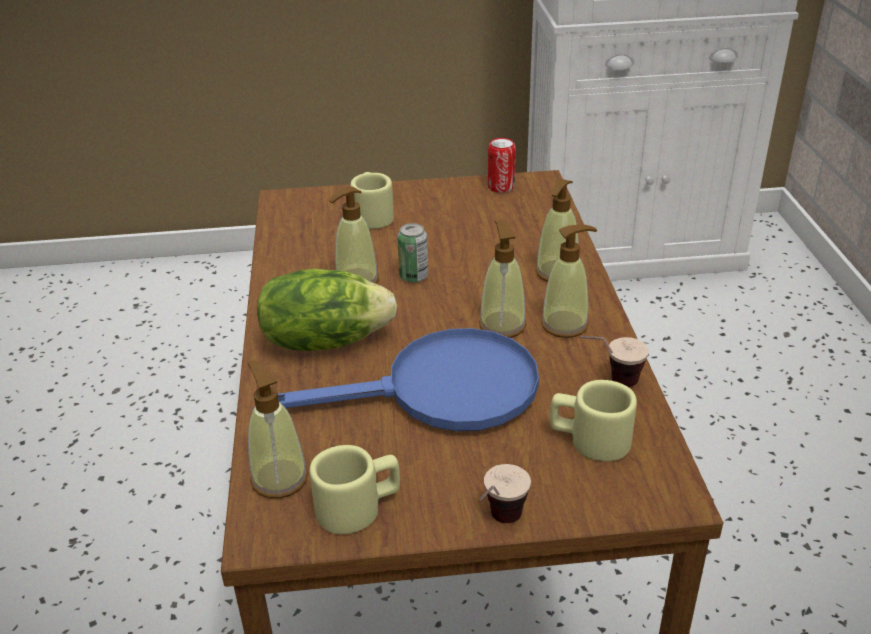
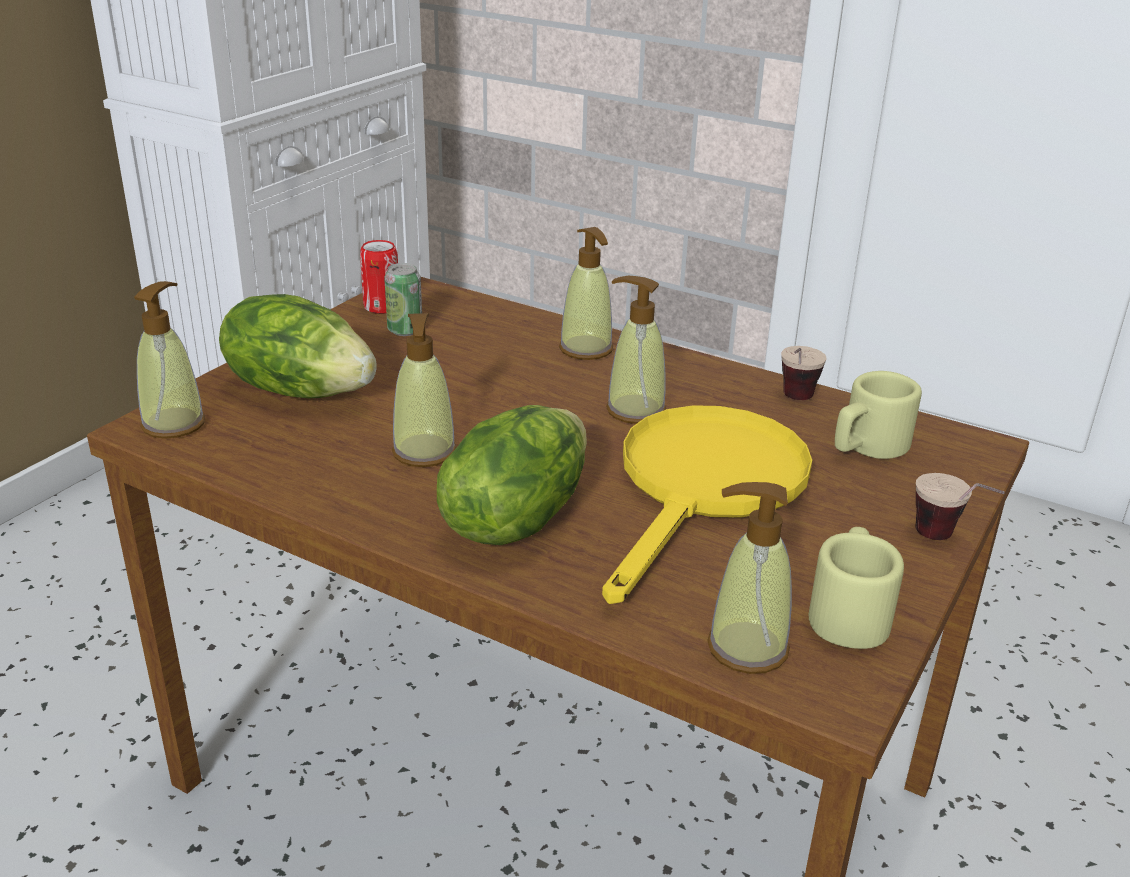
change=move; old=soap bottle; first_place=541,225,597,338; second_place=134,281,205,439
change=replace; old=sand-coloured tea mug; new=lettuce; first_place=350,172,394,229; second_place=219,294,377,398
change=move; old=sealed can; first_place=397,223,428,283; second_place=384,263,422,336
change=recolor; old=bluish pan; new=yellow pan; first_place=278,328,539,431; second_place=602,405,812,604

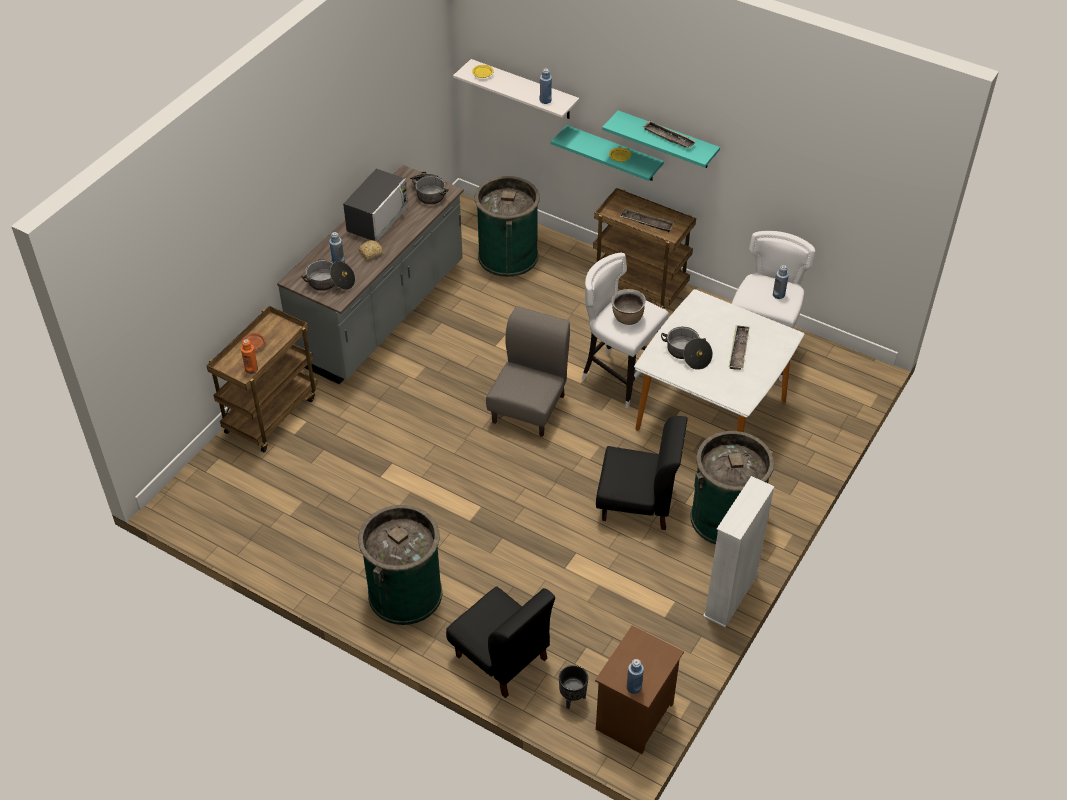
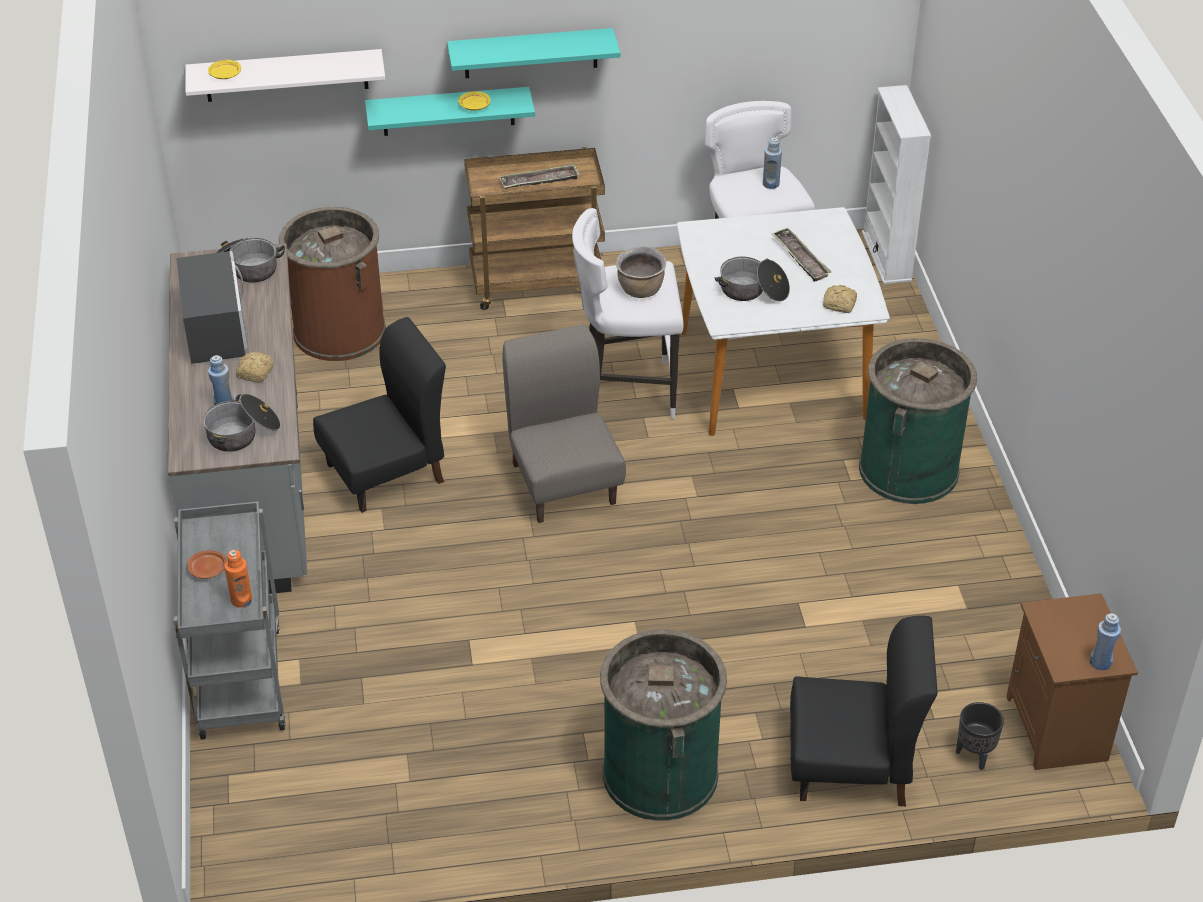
change=recolor; old=brown-coloured wheeled cart; new=grey wheeled cart; first_place=206,306,318,452; second_place=174,501,286,740
change=recolor; old=greenish trash can; new=brown-coloured trash can; first_place=475,176,540,277; second_place=279,207,386,361
change=move; old=black-coloured plain chair; first_place=596,416,688,530; second_place=313,317,446,513
change=insert; new=bakery bread; second_place=823,285,857,313
change=move; old=whitish bookshelf; first_place=703,476,775,627; second_place=862,85,931,284
change=delete; old=bluish bottle; first_place=540,68,552,104
change=delete; old=carrying tray; first_place=642,121,696,148

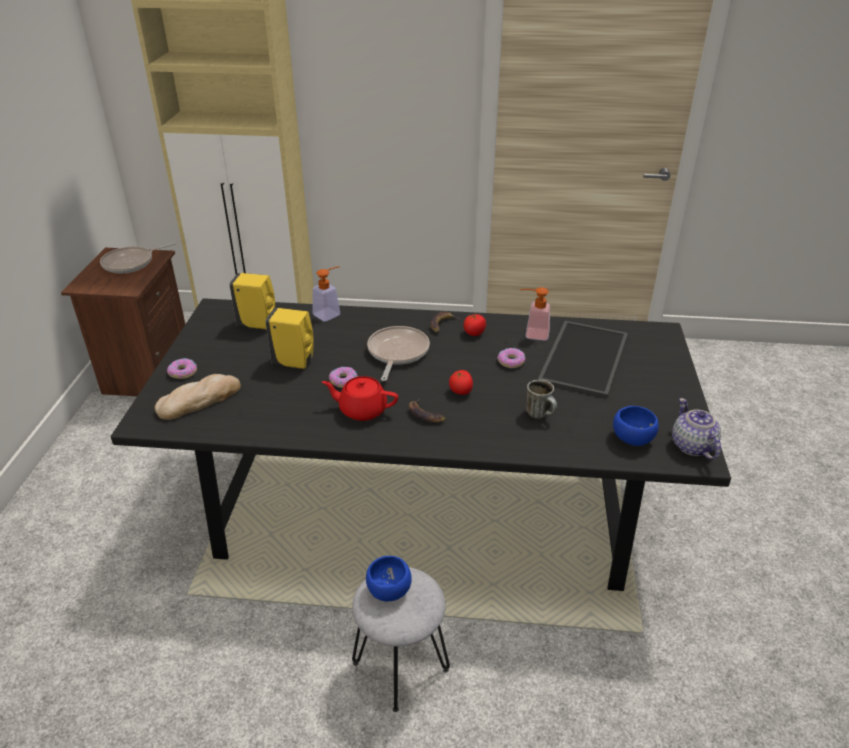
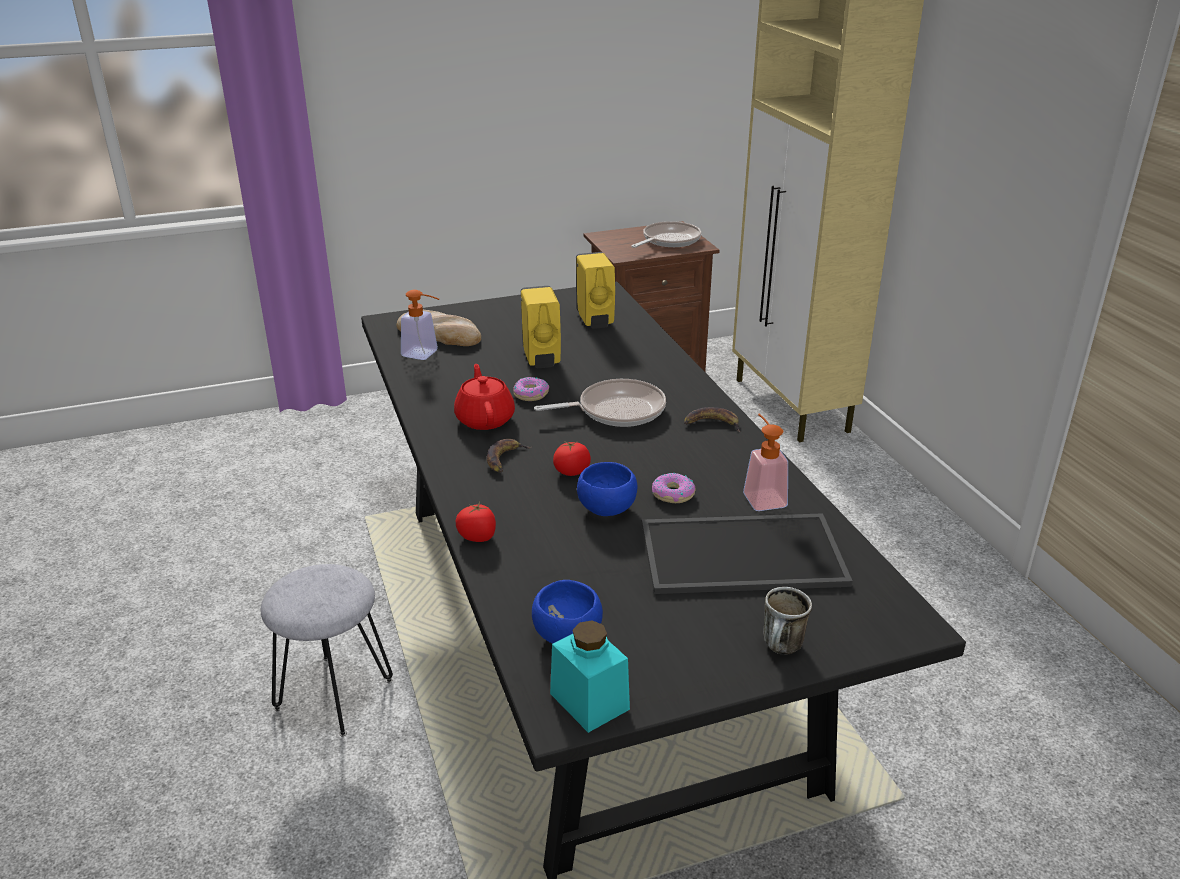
change=move; old=soap bottle; first_place=312,266,340,322; second_place=401,290,439,360
change=move; old=whole tomato; first_place=464,314,486,336; second_place=456,502,496,542
change=replace; old=pot for tea; new=turquoise-coloured preserve jar; first_place=672,398,721,460; second_place=550,620,630,733
change=move; old=bluish deep dish; first_place=366,556,412,602; second_place=577,462,637,516
change=rotate; old=pan; first_place=100,242,176,273; second_place=631,221,701,248; degrees=105
change=move; old=tea mug; first_place=526,380,557,419; second_place=763,587,812,655
change=delete; old=donut; first_place=167,358,197,379

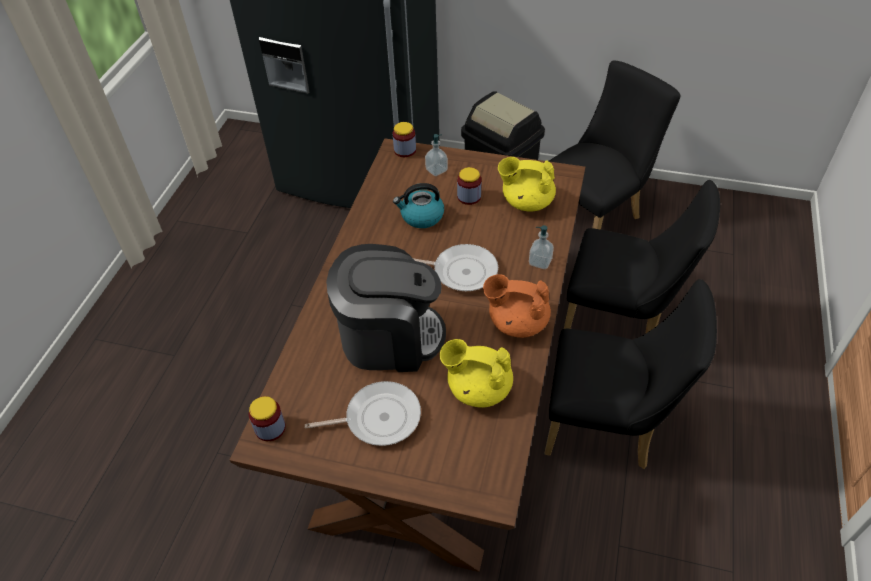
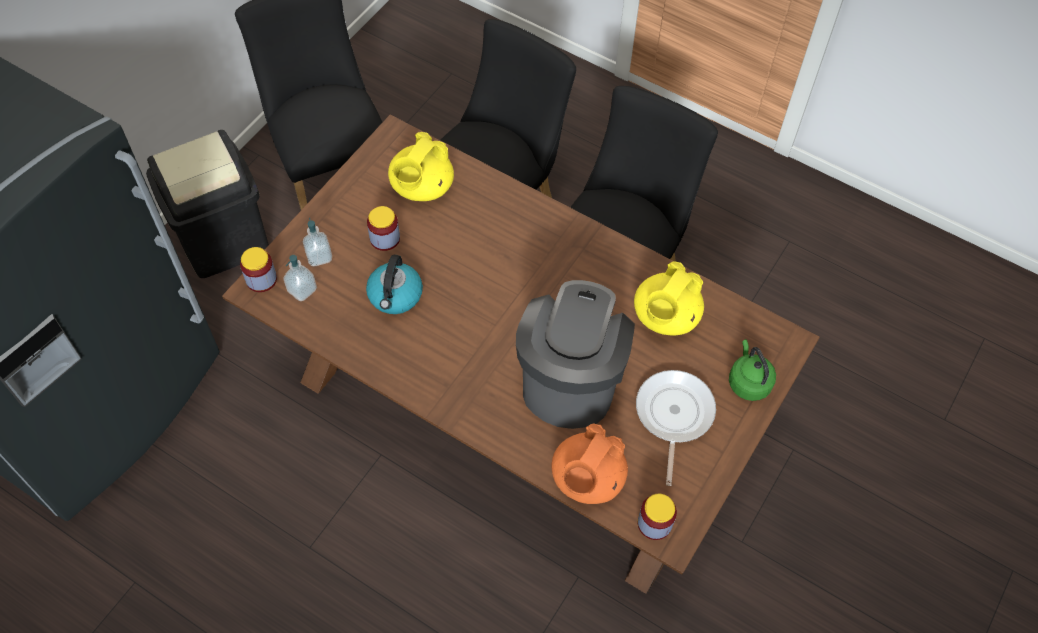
change=move; old=soap bottle; first_place=529,225,554,269; second_place=283,255,317,301
change=move; old=orange-coloured pot for tea; first_place=483,274,551,338; second_place=552,424,628,504
change=insert; new=greenish water kettle; second_place=729,339,776,401
change=delete; old=pan; first_place=413,244,498,291

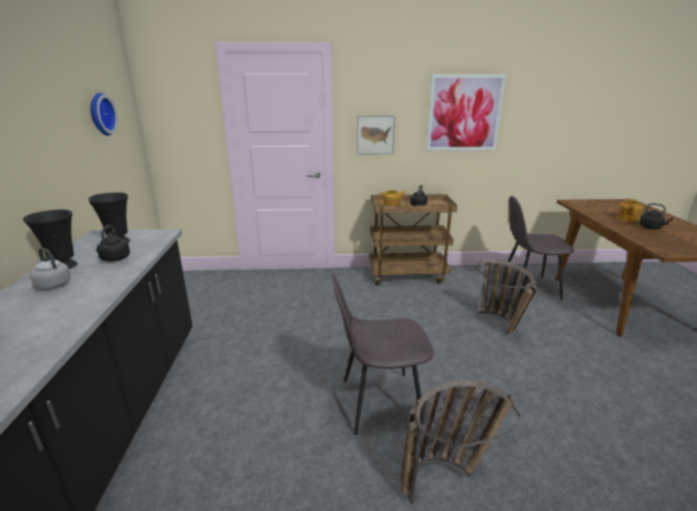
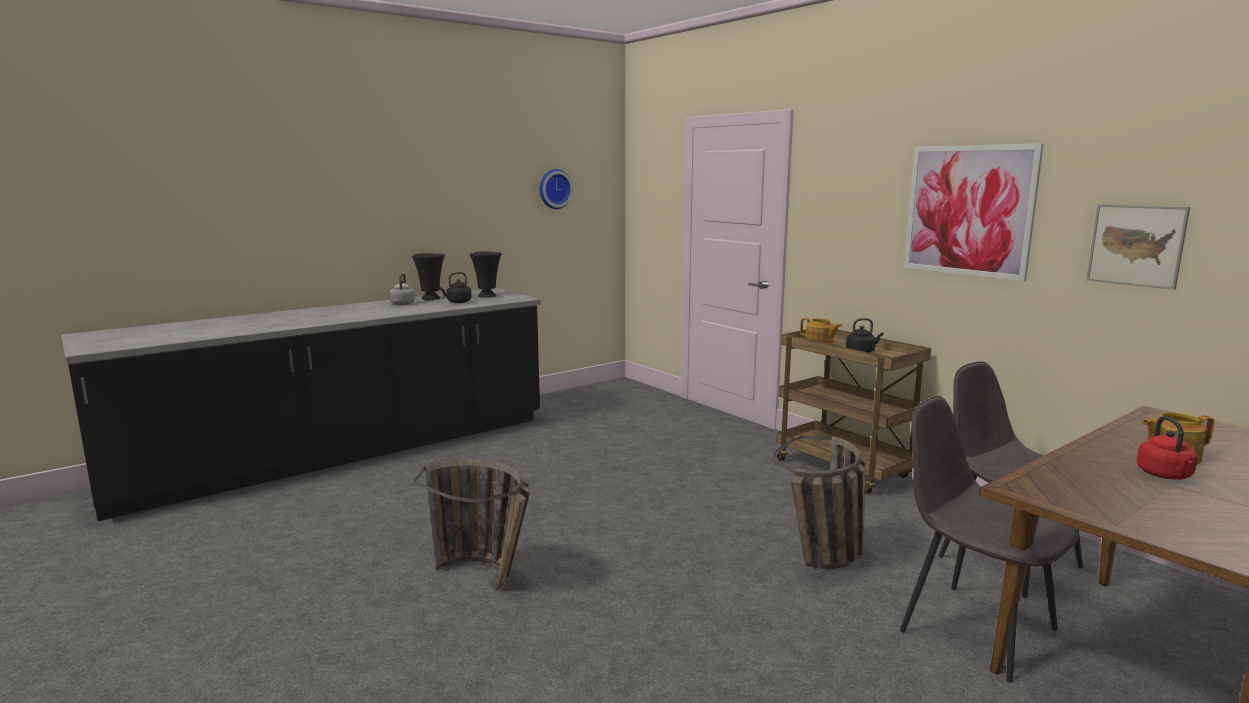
change=move; old=grey plain chair; first_place=331,273,434,435; second_place=900,396,1079,683
change=move; old=wall picture; first_place=357,116,395,155; second_place=1086,204,1190,290
change=recolor; old=black-coloured water kettle; new=red water kettle; first_place=639,203,674,229; second_place=1137,416,1197,480

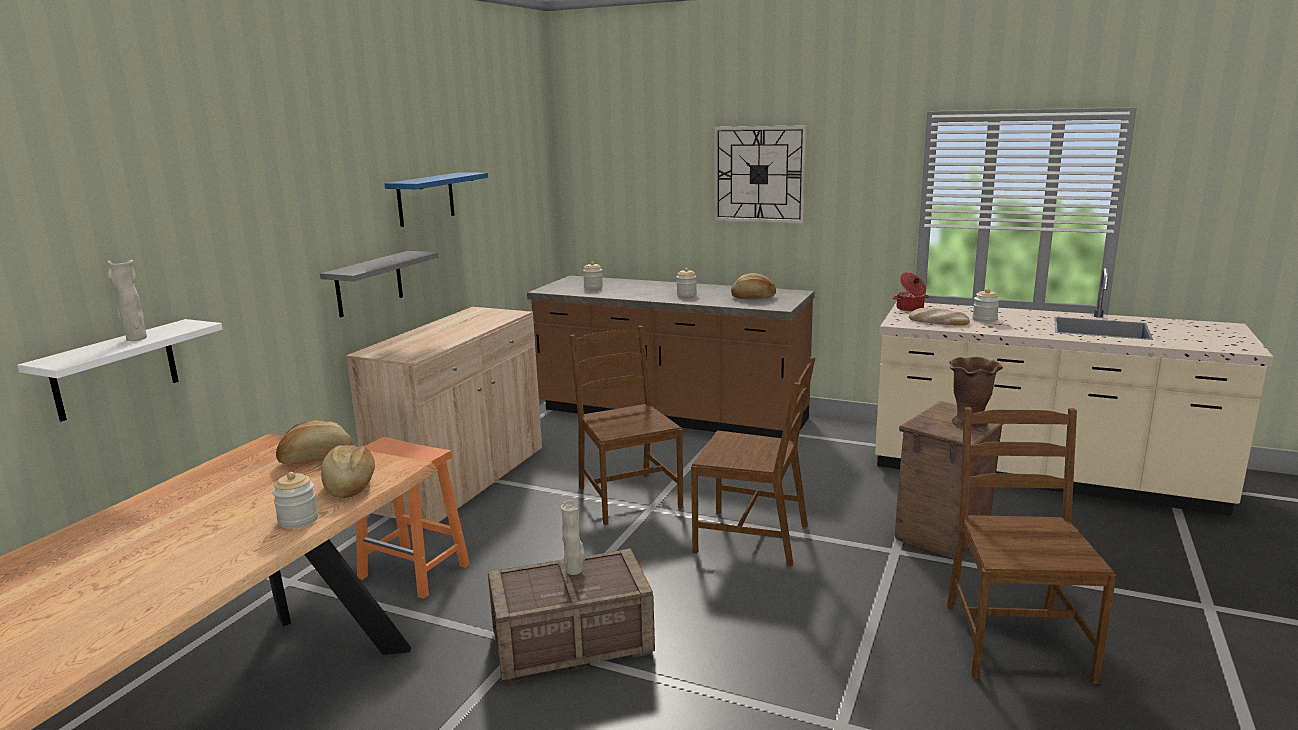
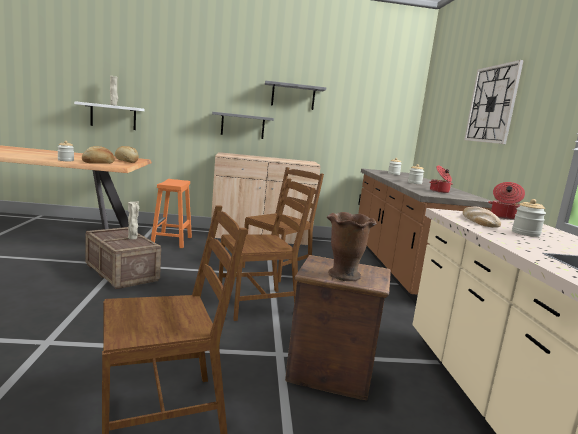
change=rotate; old=brown-coloured plain chair; first_place=691,357,816,567; second_place=219,178,316,321; degrees=-105
change=recolor; old=bluish bracket shelf; new=grey bracket shelf; first_place=384,172,488,227; second_place=265,80,326,110
change=replace; old=bakery bread; new=saucepot; first_place=731,273,776,299; second_place=429,165,453,193

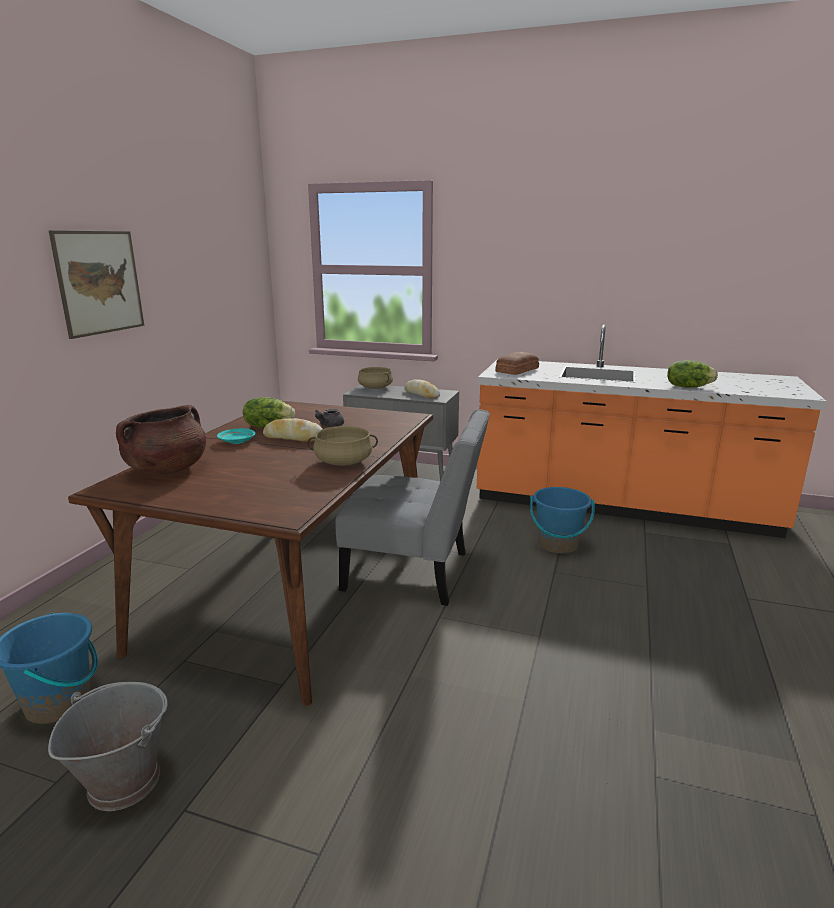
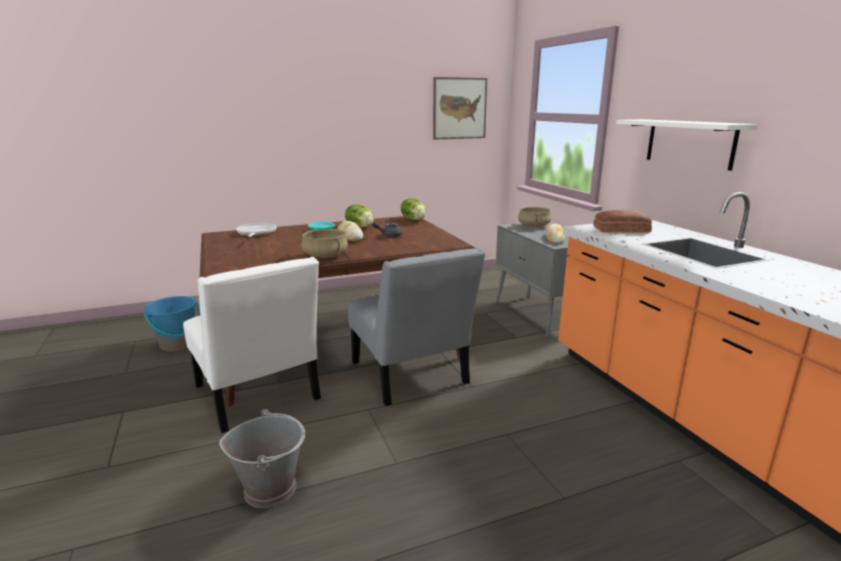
change=insert; new=whitish plain chair; second_place=183,257,321,433
change=move; old=grey bucket; first_place=48,682,168,811; second_place=219,409,305,508
change=replace; old=brown-coloured saucepot; new=pan; first_place=116,405,206,474; second_place=237,223,276,237
change=move; old=lettuce; first_place=667,360,718,388; second_place=401,198,426,220
change=move; old=wall picture; first_place=48,230,144,339; second_place=433,77,487,140
change=insert; new=whitish bracket shelf; second_place=616,119,758,171
change=delete; old=bluish bucket; first_place=530,487,595,554

